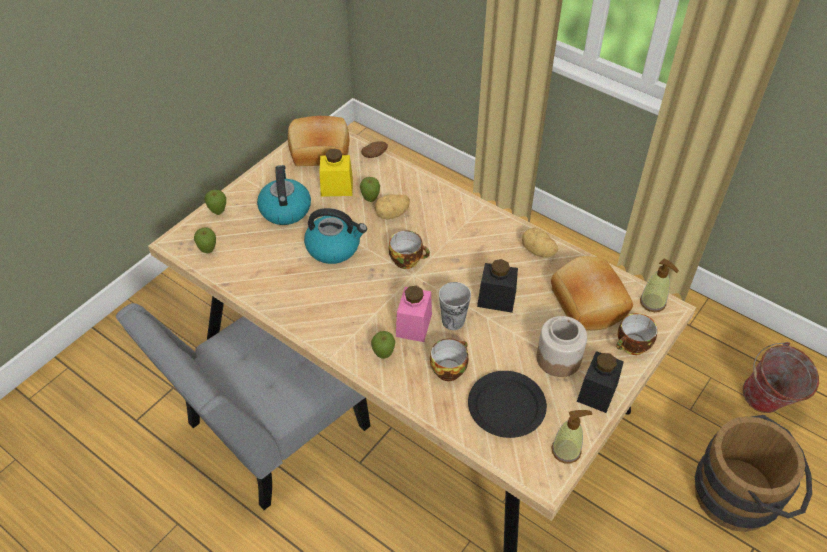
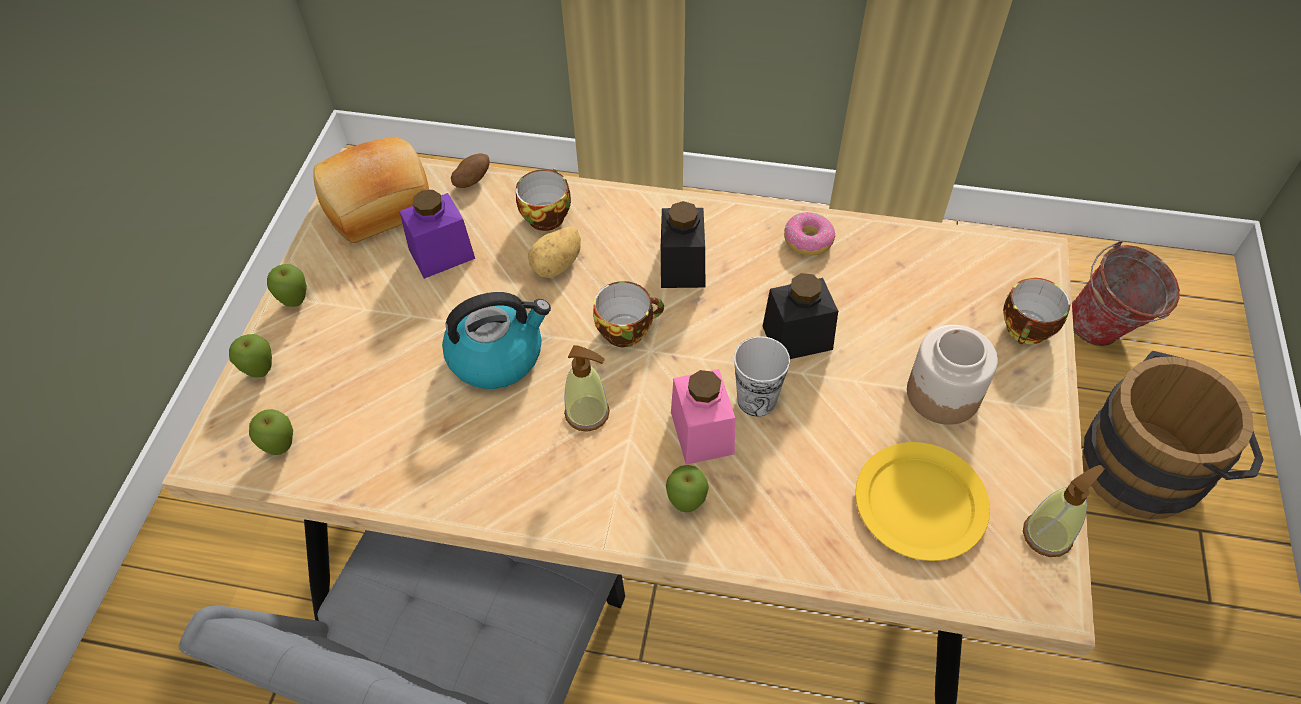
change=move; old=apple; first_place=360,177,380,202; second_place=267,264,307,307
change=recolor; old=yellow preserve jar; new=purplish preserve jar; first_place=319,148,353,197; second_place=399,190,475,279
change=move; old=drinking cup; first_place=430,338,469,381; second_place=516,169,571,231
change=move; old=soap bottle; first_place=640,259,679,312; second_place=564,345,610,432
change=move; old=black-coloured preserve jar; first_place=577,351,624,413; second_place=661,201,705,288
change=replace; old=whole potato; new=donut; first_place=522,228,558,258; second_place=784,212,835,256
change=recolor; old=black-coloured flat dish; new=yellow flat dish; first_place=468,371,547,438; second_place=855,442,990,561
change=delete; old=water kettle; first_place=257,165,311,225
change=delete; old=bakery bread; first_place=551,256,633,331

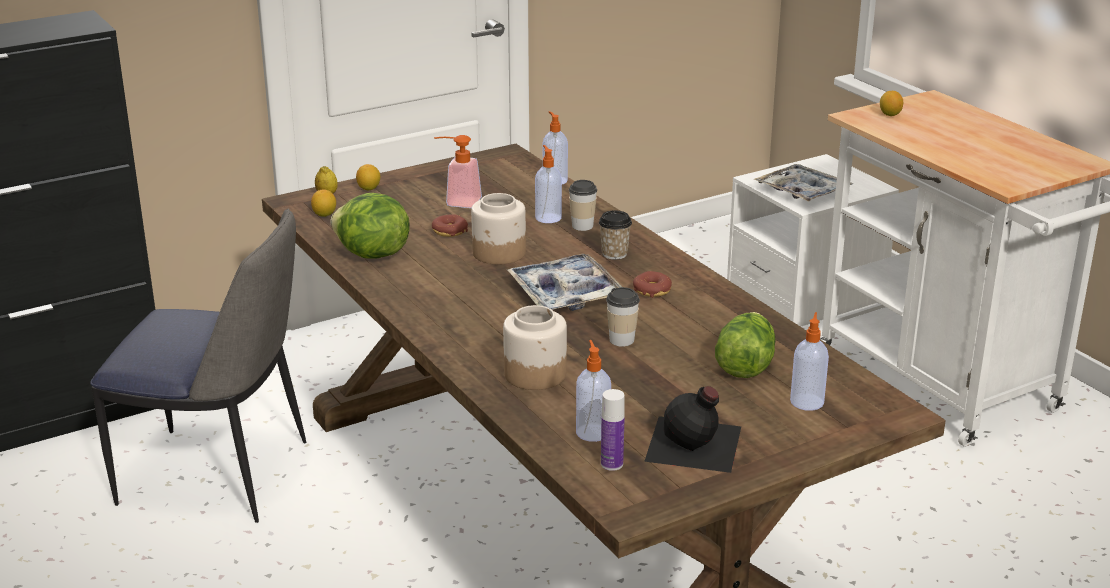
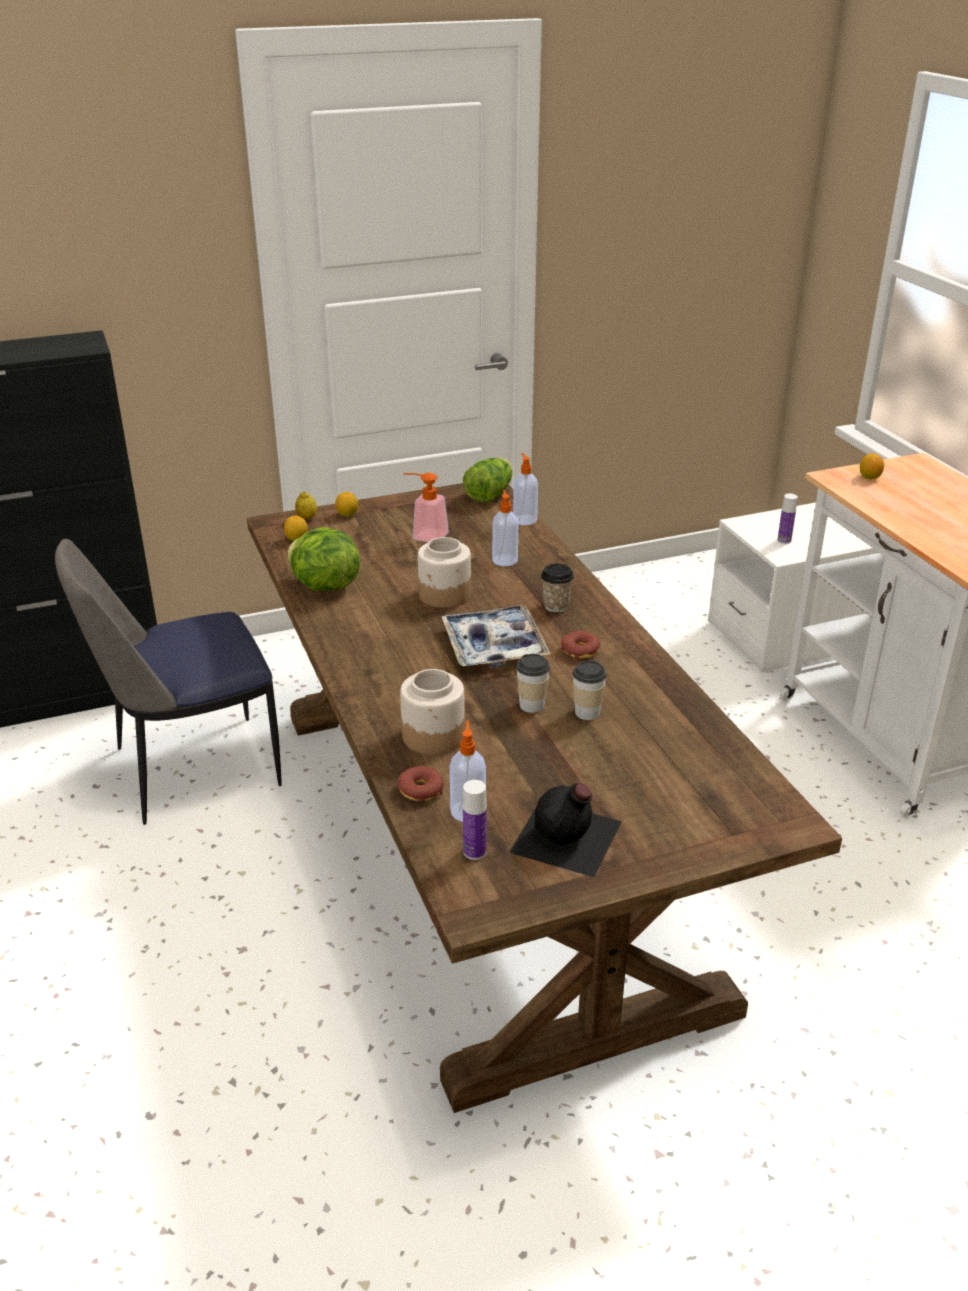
change=rotate; old=plain chair; first_place=90,209,306,523; second_place=55,539,281,825; degrees=135
change=move; old=donut; first_place=432,214,468,237; second_place=397,766,444,802
change=move; old=lettuce; first_place=715,312,776,378; second_place=463,458,512,503
change=move; old=drinking cup; first_place=569,180,597,231; second_place=572,660,607,720
change=replace; old=carrying tray; new=bottle; first_place=754,164,853,202; second_place=777,494,798,544
change=delete; old=soap bottle; first_place=790,312,829,411

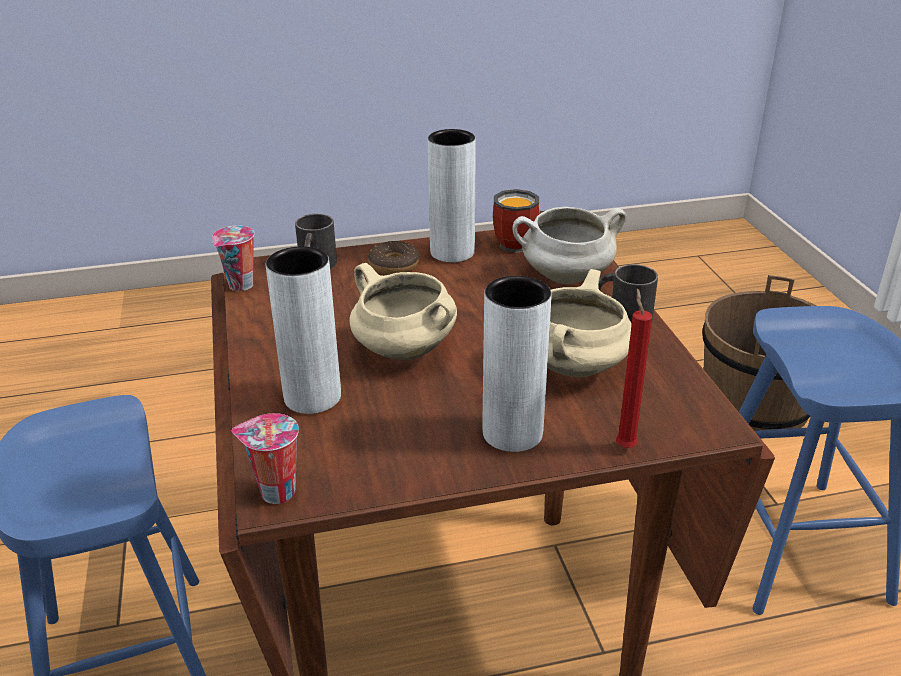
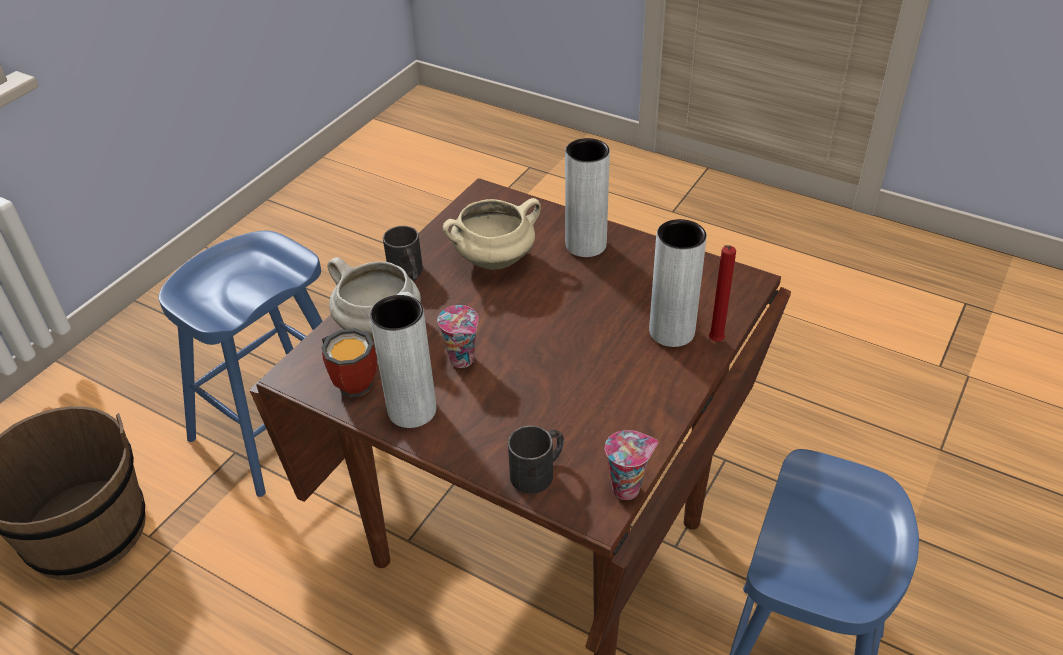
change=move; old=drinking cup; first_place=231,413,299,504; second_place=437,305,478,368
change=move; old=red candle; first_place=616,288,652,448; second_place=709,245,736,341
change=delete; old=sand-coloured saucepot; first_place=349,263,457,360
change=delete; old=donut; first_place=368,241,420,275

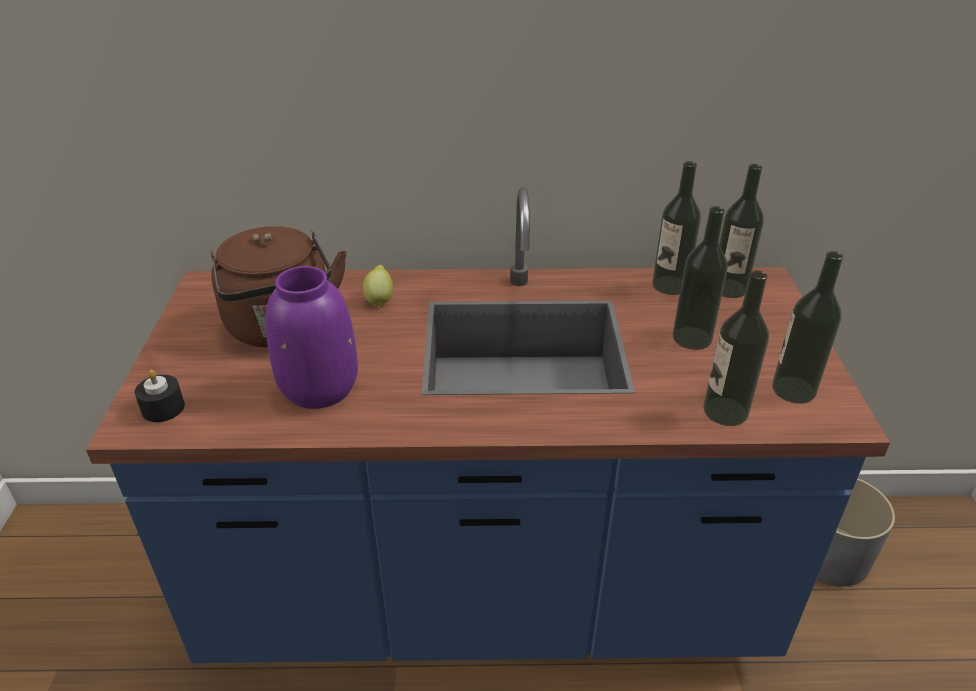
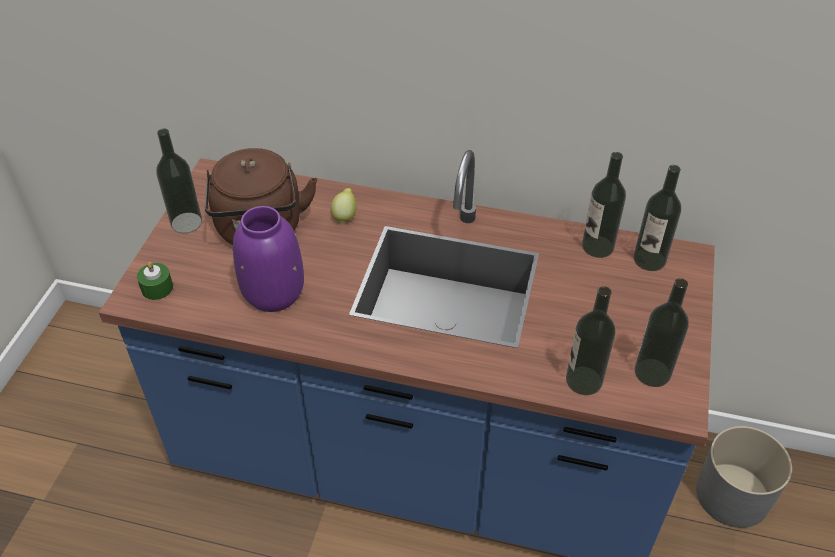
change=recolor; old=black-coloured candle; new=greenish candle; first_place=135,370,185,422; second_place=137,262,173,300
change=move; old=bottle; first_place=673,206,728,350; second_place=156,128,202,233

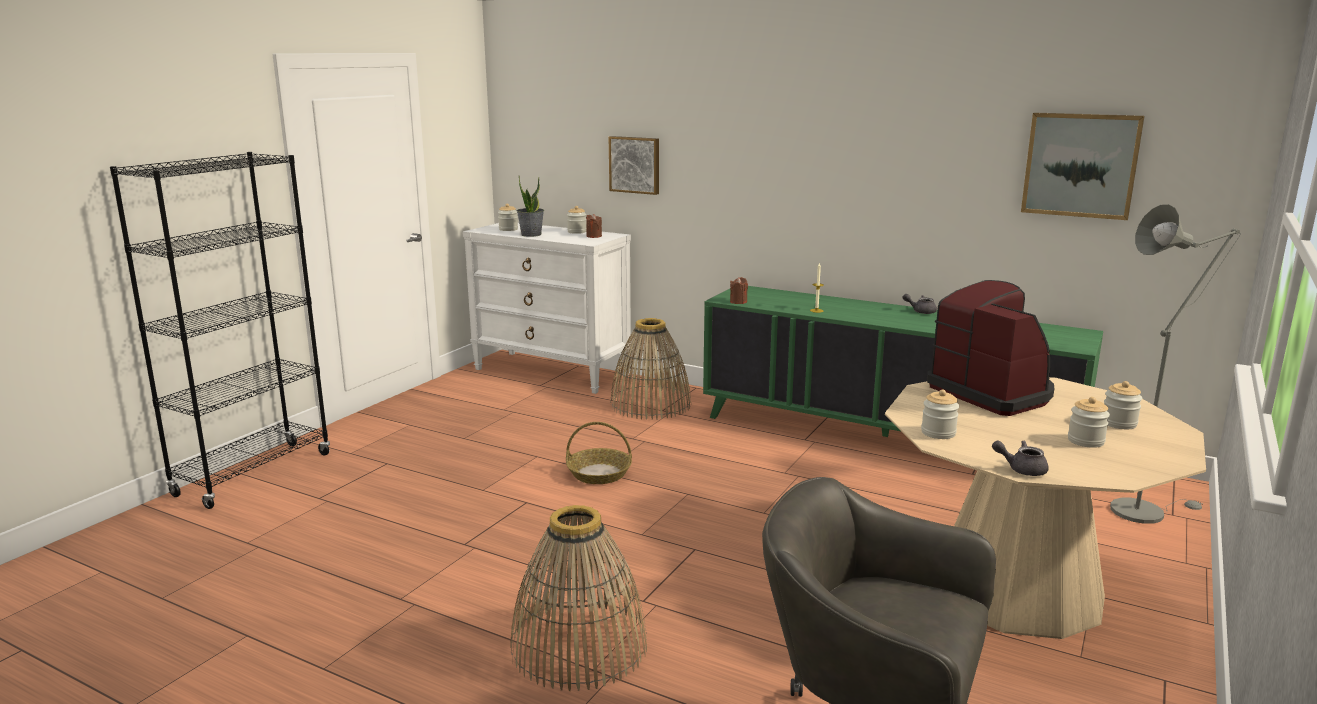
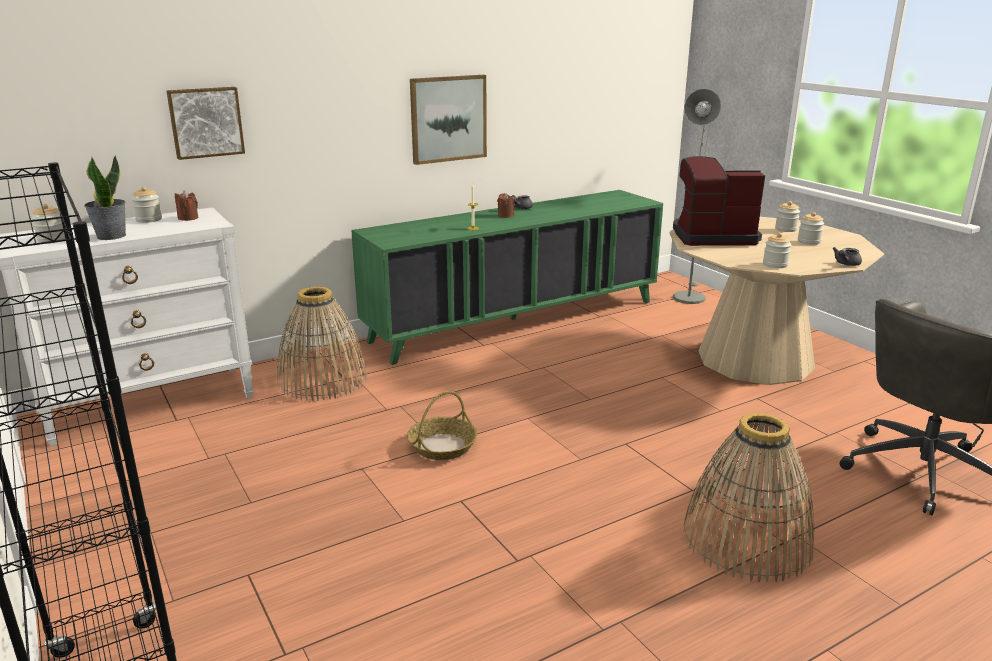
change=move; old=wall picture; first_place=1021,113,1144,220; second_place=410,75,487,165
change=move; old=brown-coloured candle; first_place=730,277,748,304; second_place=497,193,514,218

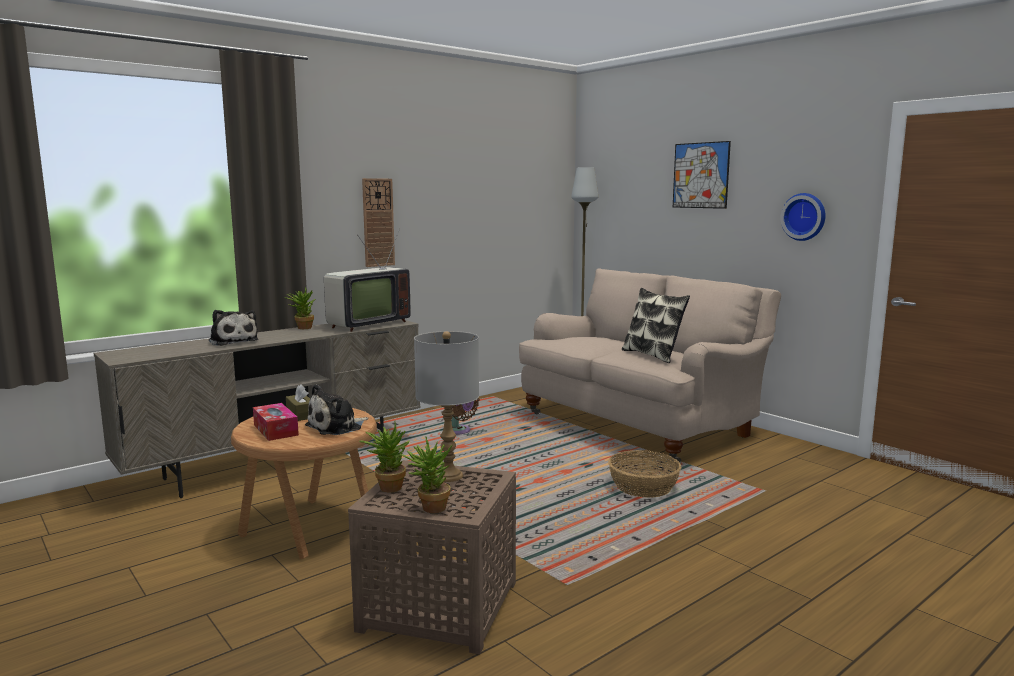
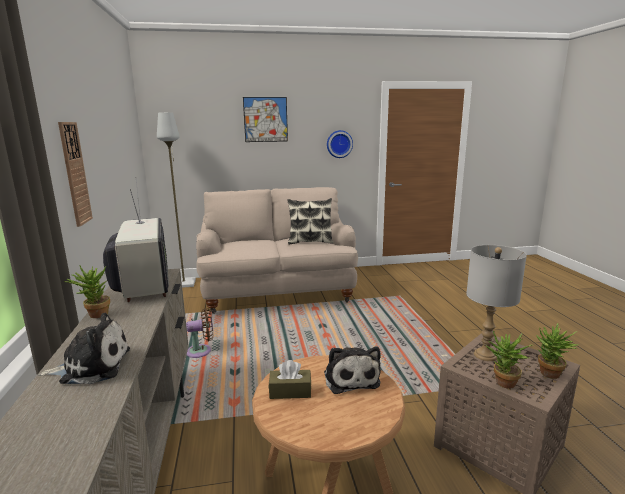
change=delete; old=box of tissues; first_place=253,403,299,441
change=delete; old=basket; first_place=608,450,681,498

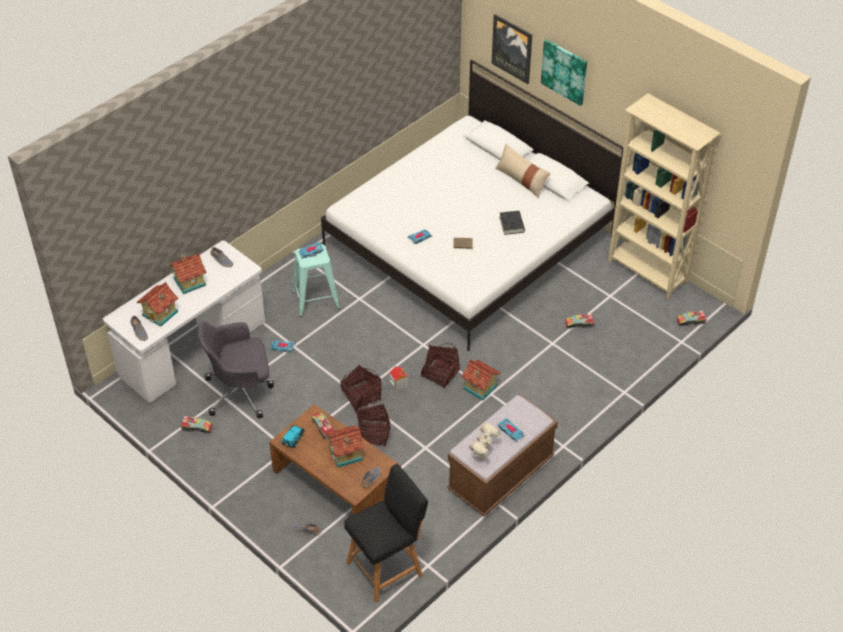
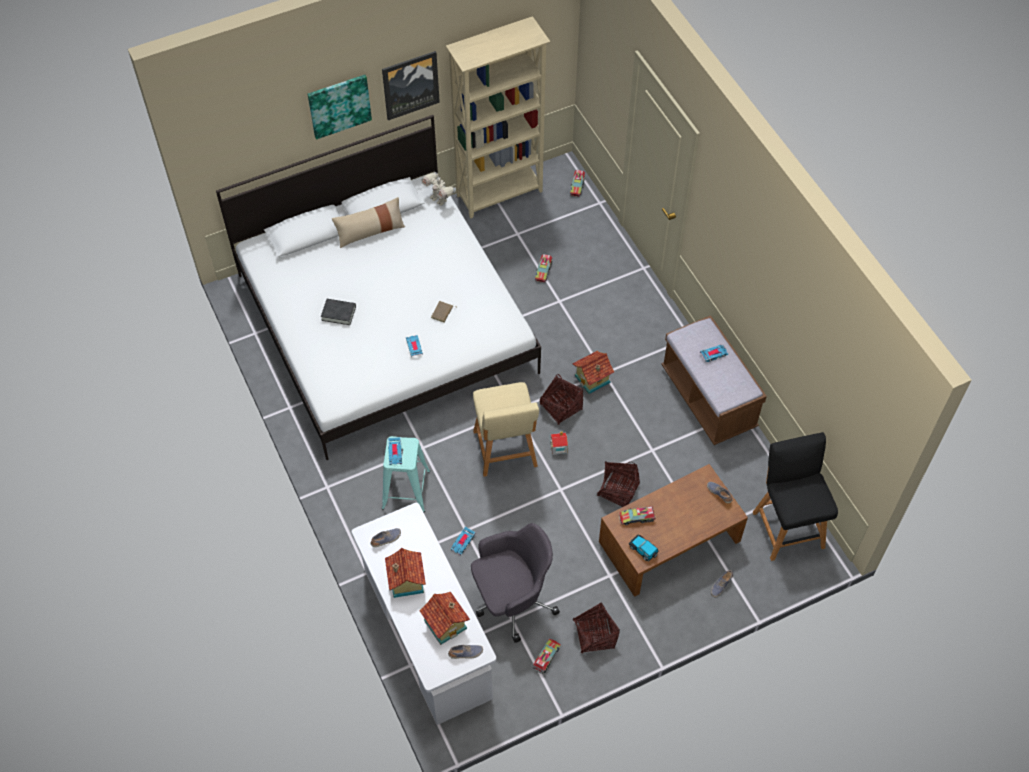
change=move; old=black-coloured volume; first_place=499,211,525,235; second_place=321,299,356,325
change=move; old=wall picture; first_place=491,14,532,84; second_place=382,51,440,120
change=move; old=toy robot; first_place=469,422,501,460; second_place=421,172,456,206
change=rotate; old=grey office chair; first_place=197,321,274,418; second_place=471,523,560,643; degrees=-120
change=insert; new=sand-coloured stool seat; second_place=473,382,539,477
change=move; old=basket; first_place=340,365,381,410; second_place=573,602,620,654
change=delete; old=miniature house; first_place=326,425,365,468

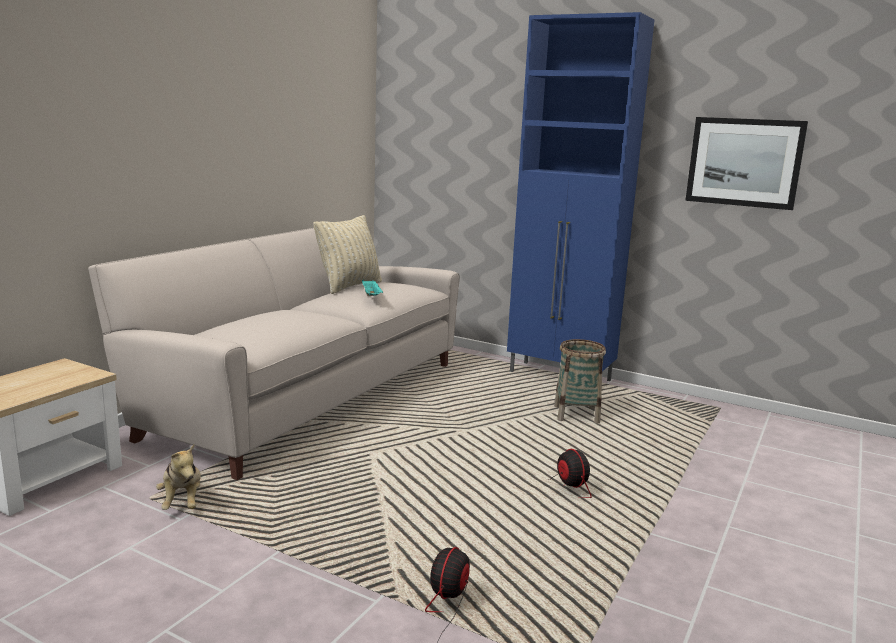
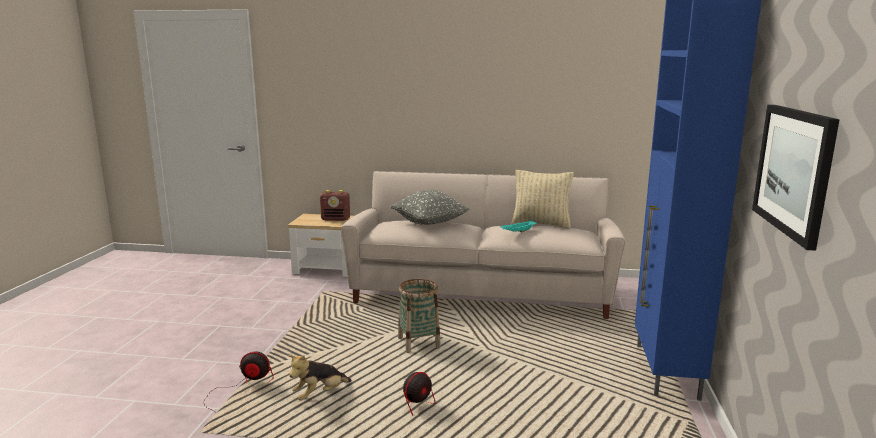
change=move; old=soft toy; first_place=156,444,201,510; second_place=288,355,352,401
change=insert; new=radio; second_place=320,190,350,221
change=insert; new=grey cushion; second_place=391,190,469,225
change=move; old=basket; first_place=554,339,606,423; second_place=398,279,441,353

